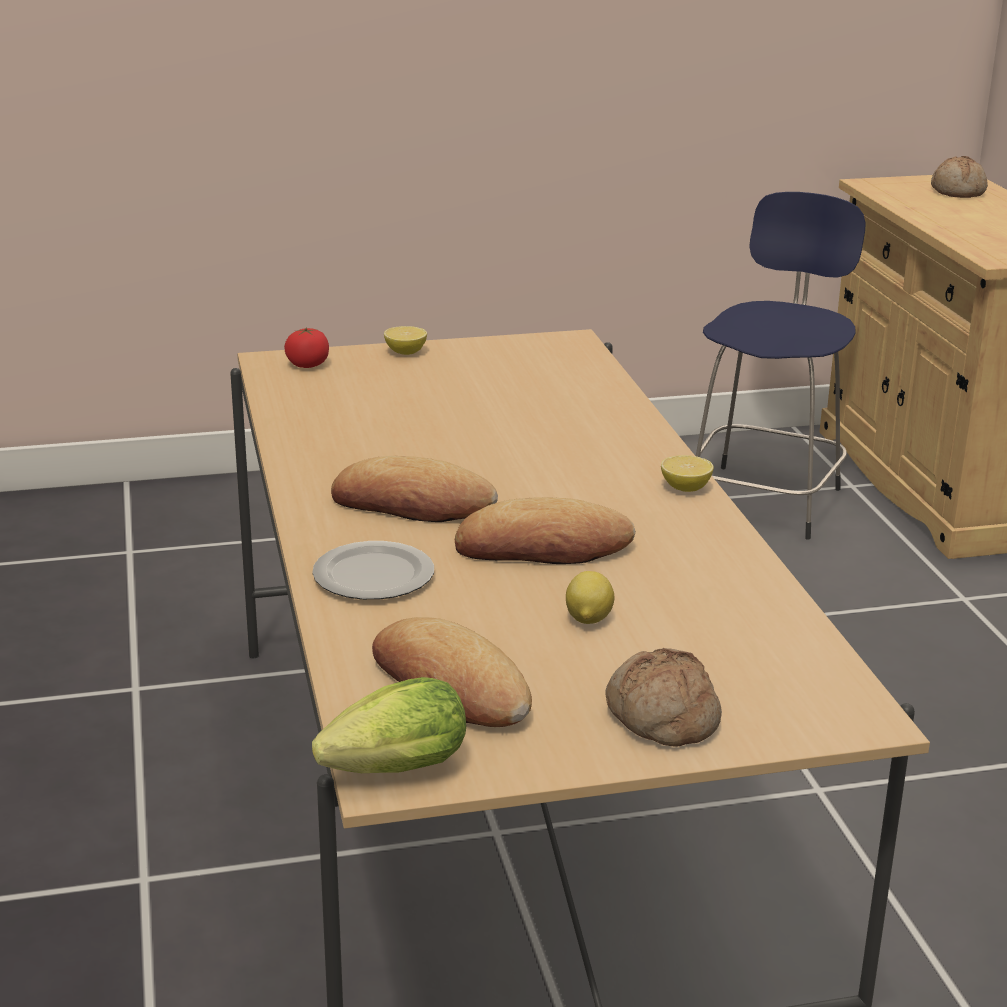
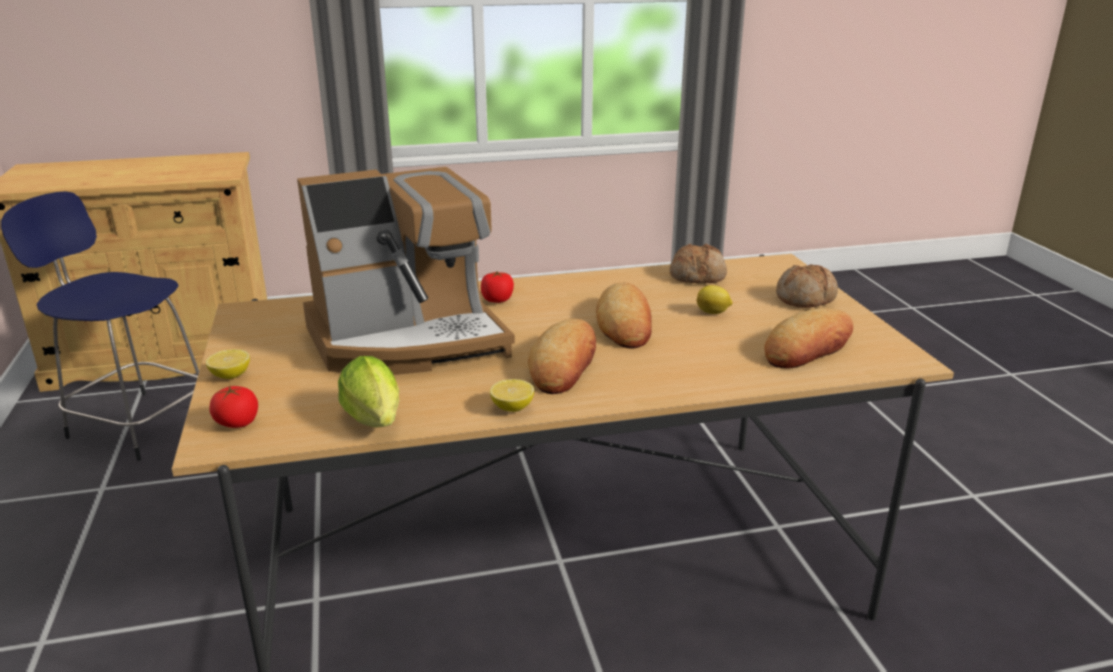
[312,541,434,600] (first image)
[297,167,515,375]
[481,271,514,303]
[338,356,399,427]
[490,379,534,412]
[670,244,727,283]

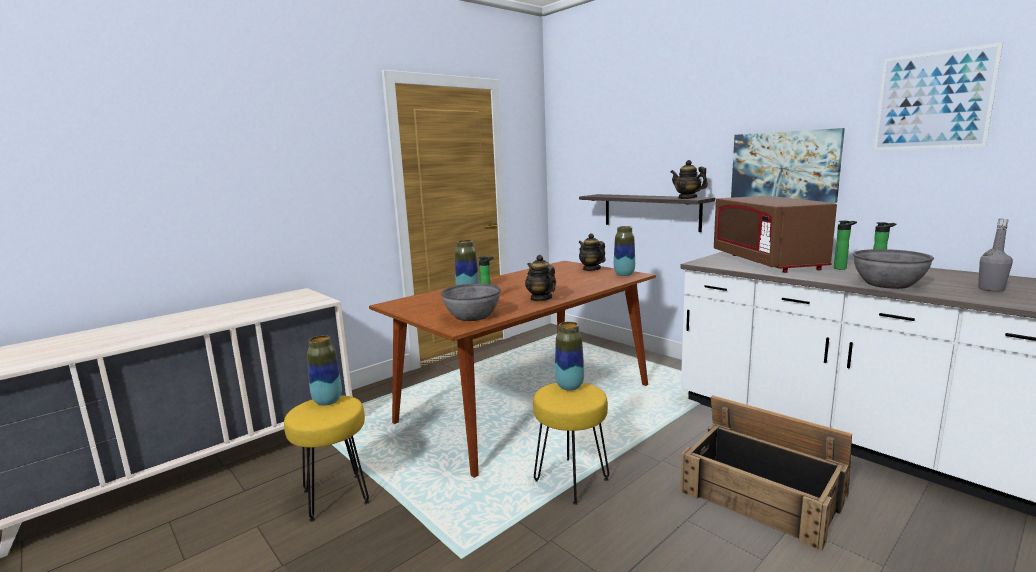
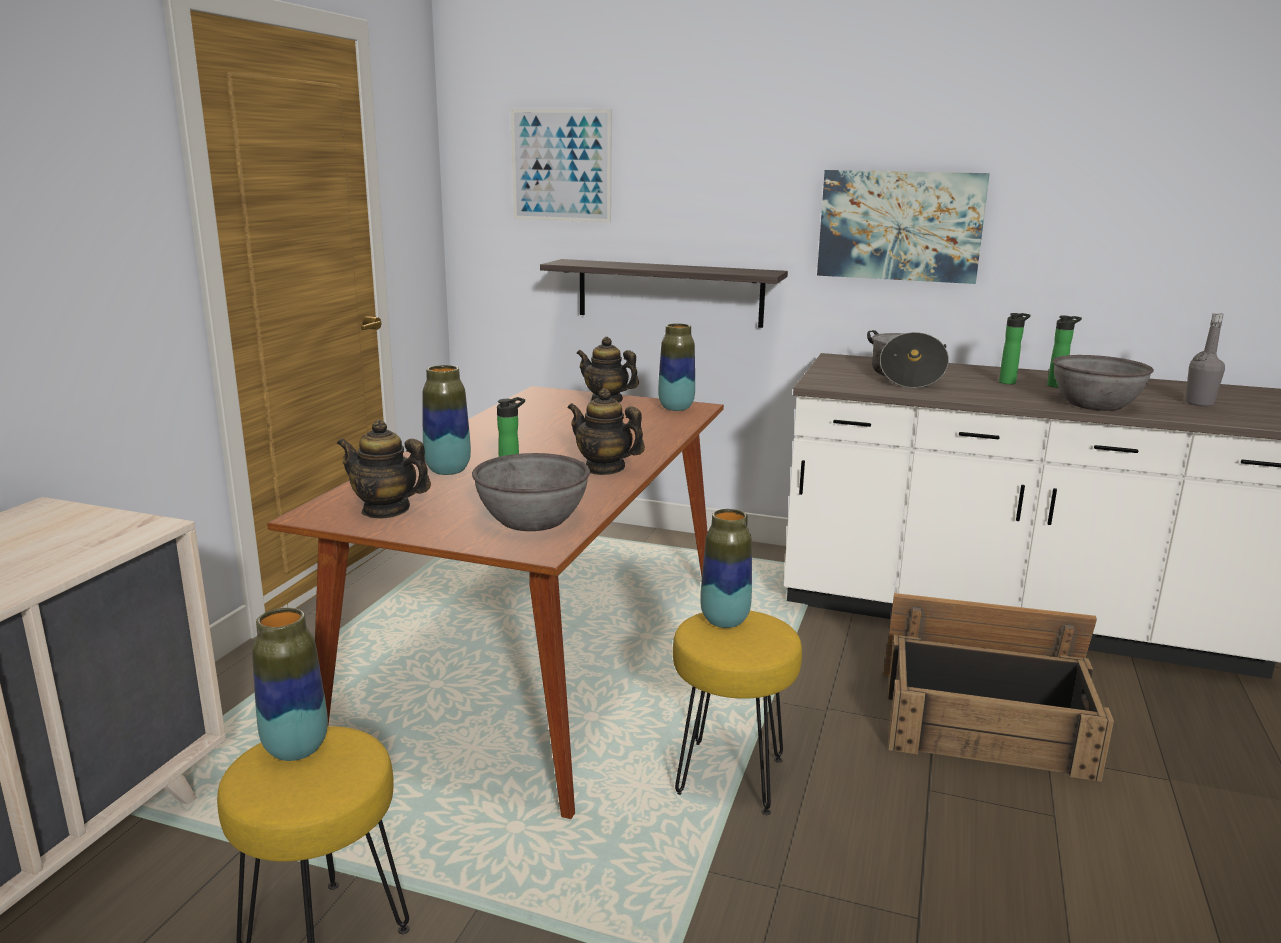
[337,420,431,519]
[511,109,612,223]
[867,330,949,388]

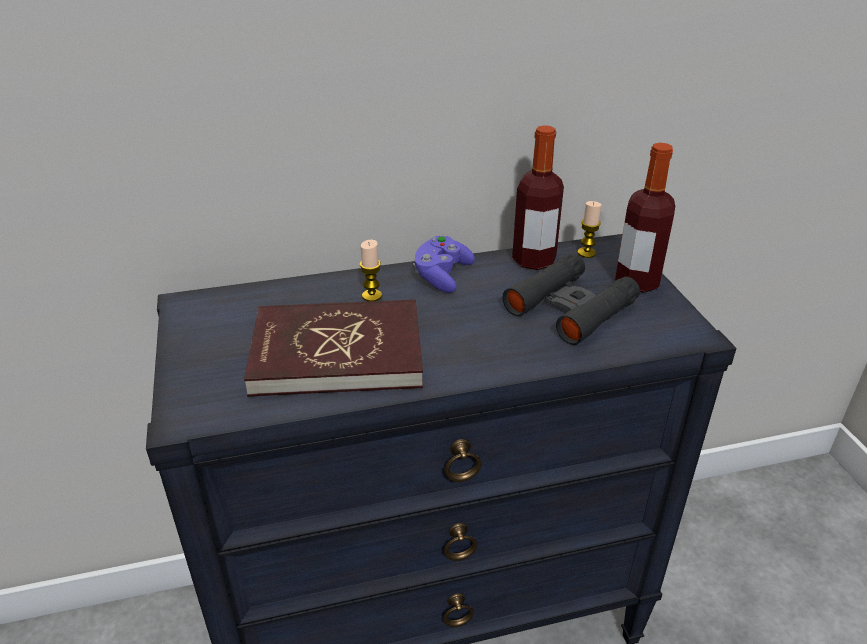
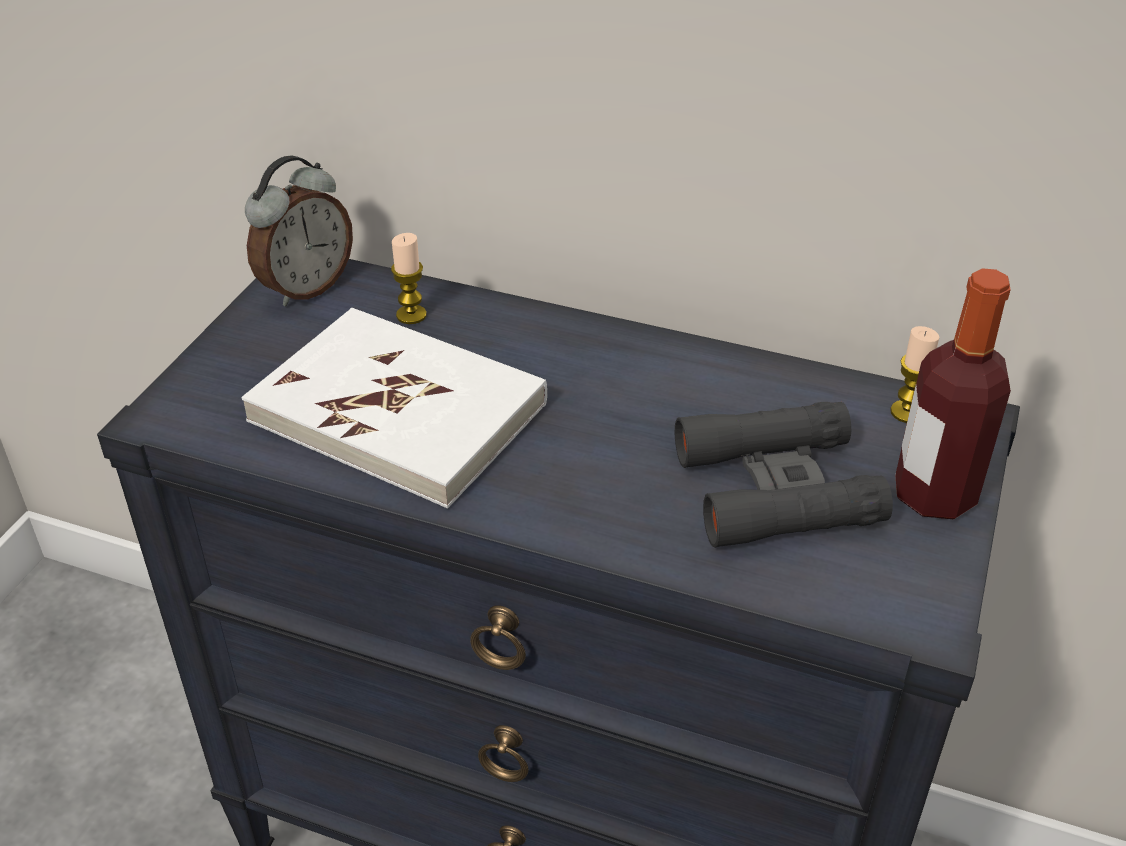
[413,235,475,293] (first image)
[512,125,564,270] (first image)
[245,155,353,306]
[391,233,427,324]
[242,308,547,509]

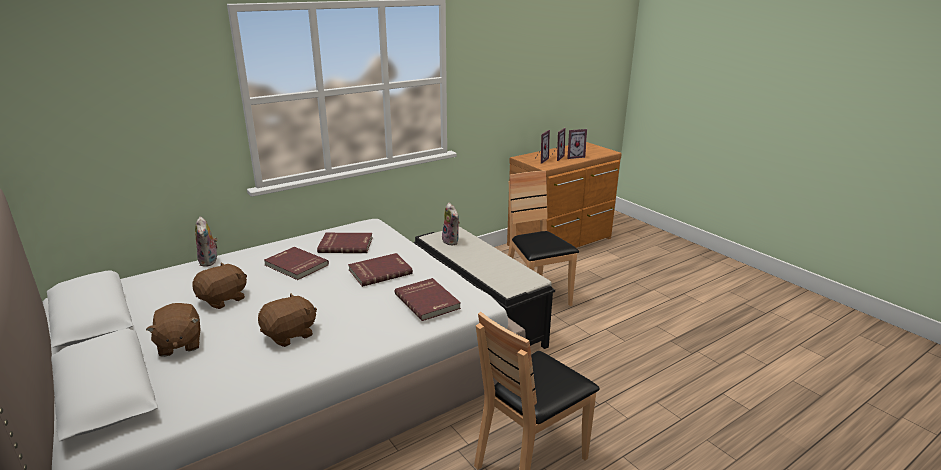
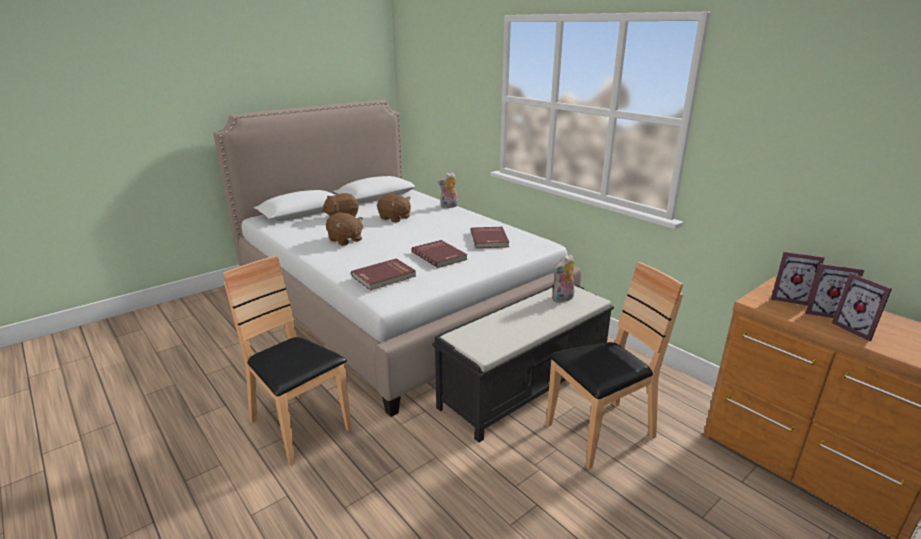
[264,247,329,280] (first image)

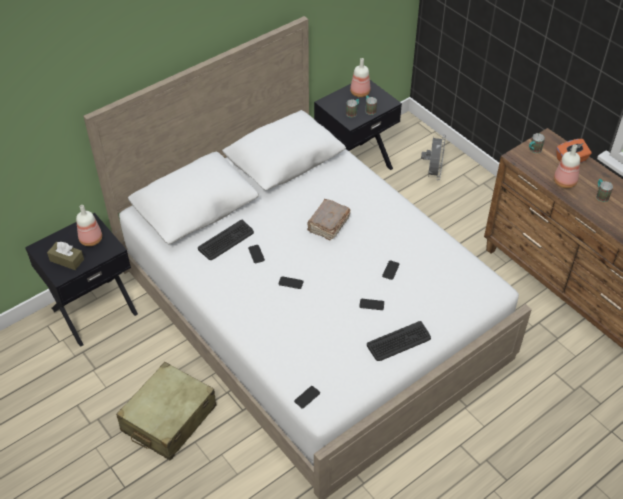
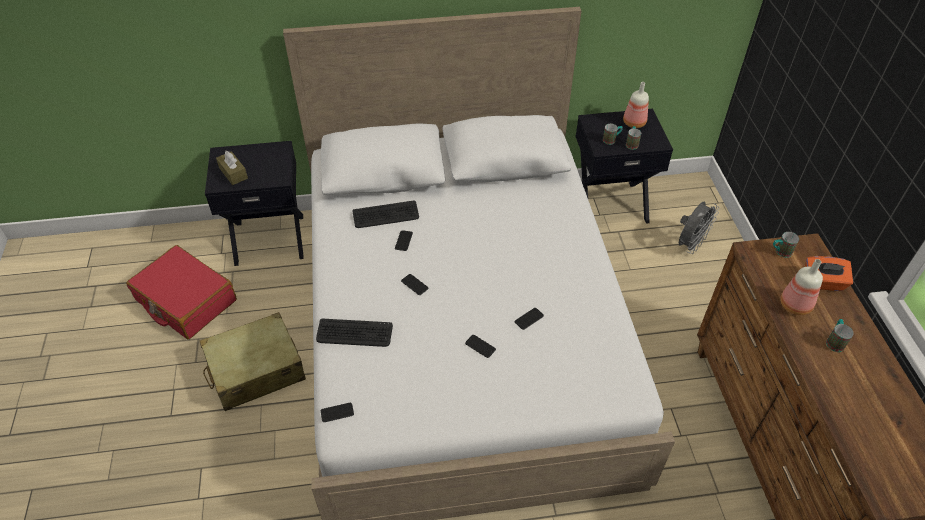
[76,205,102,246] (first image)
[307,199,351,241] (first image)
[126,245,237,339]
[316,319,393,347]

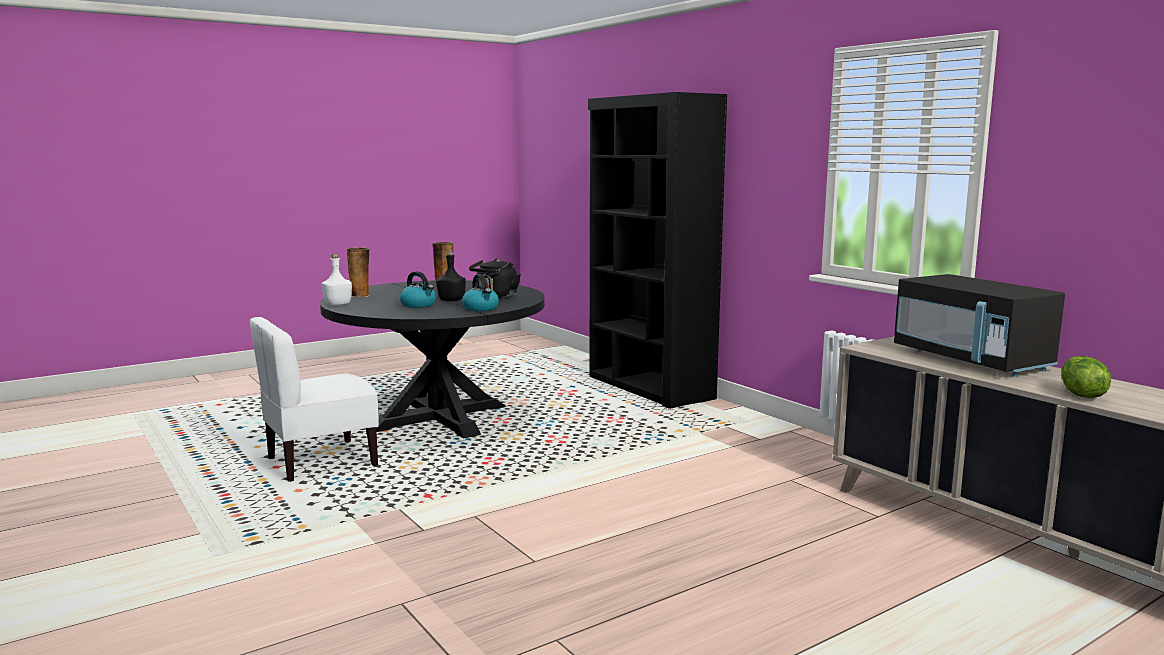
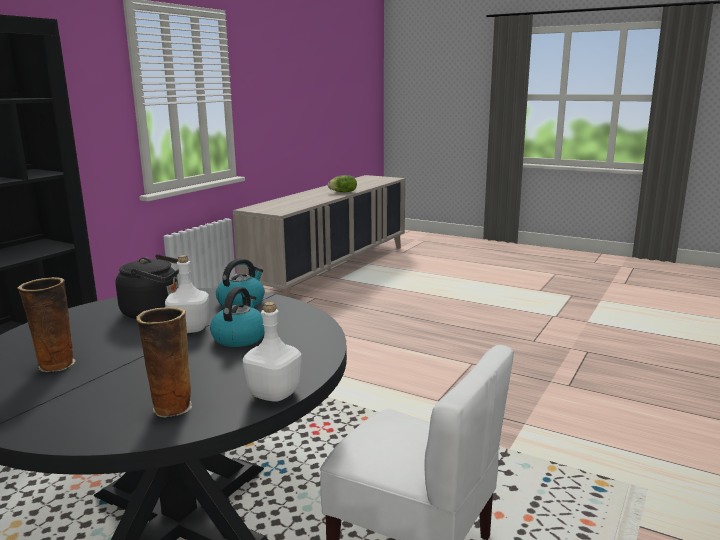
[894,274,1065,377] (first image)
[165,255,209,333]

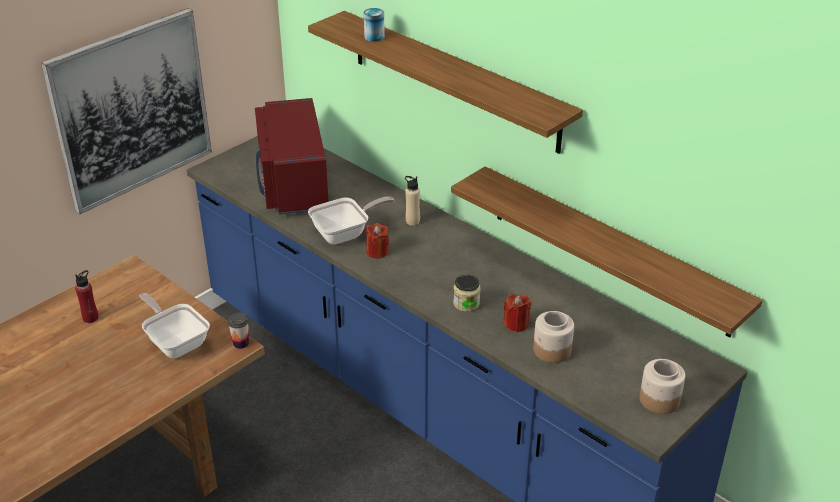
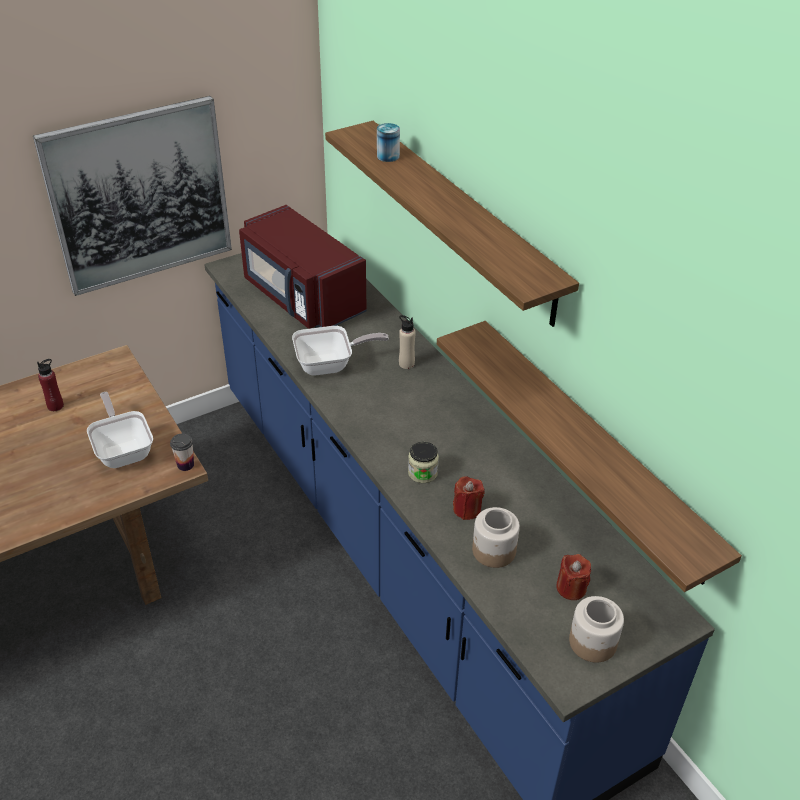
[556,554,591,600]
[239,205,367,329]

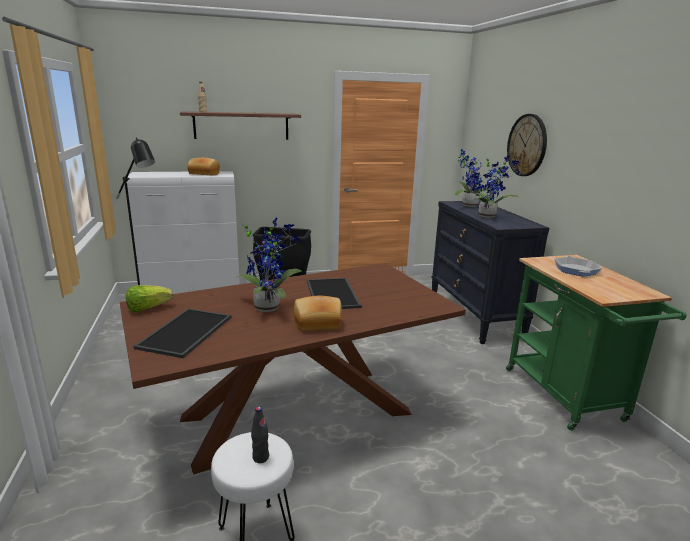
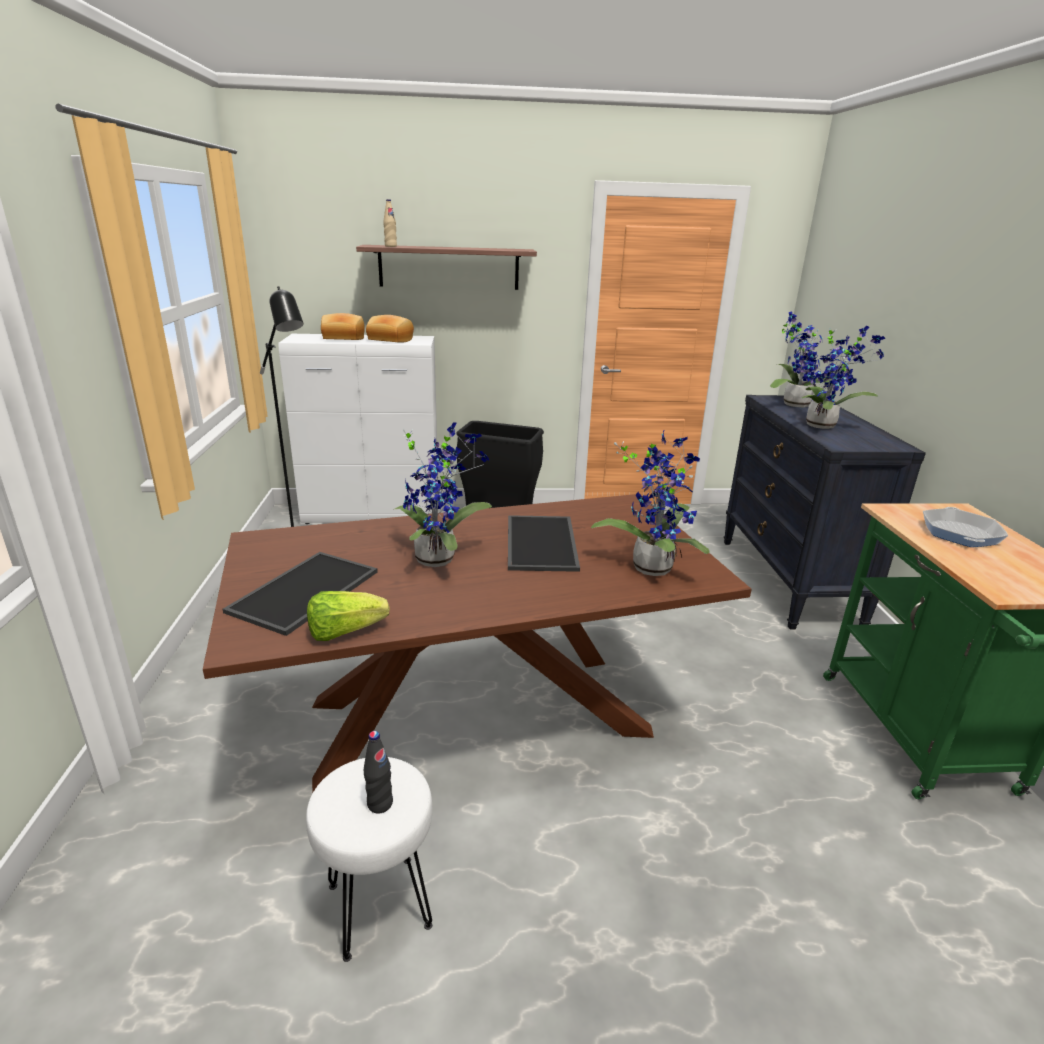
[507,114,547,176] (first image)
[591,429,710,576]
[307,591,390,641]
[321,313,365,340]

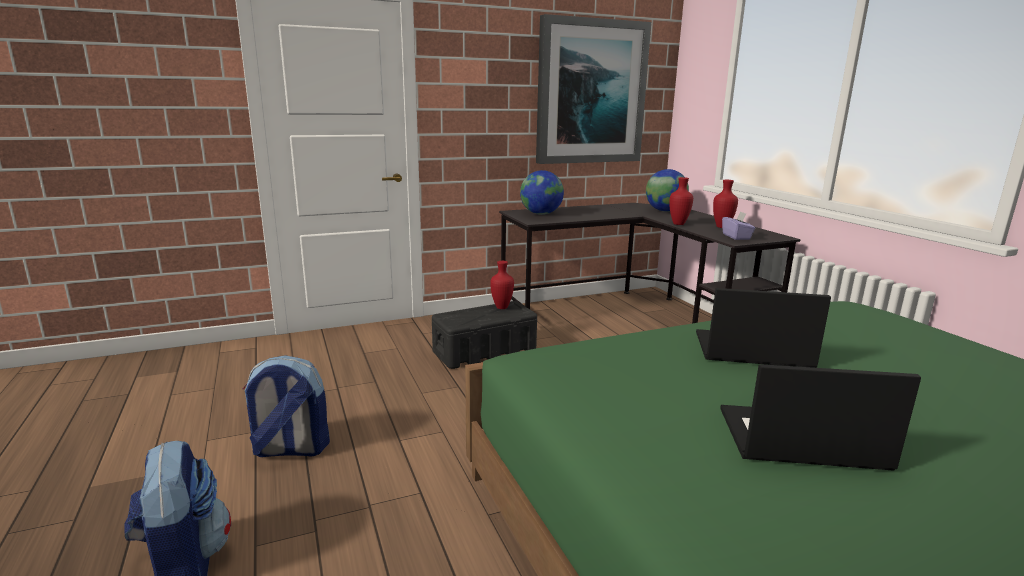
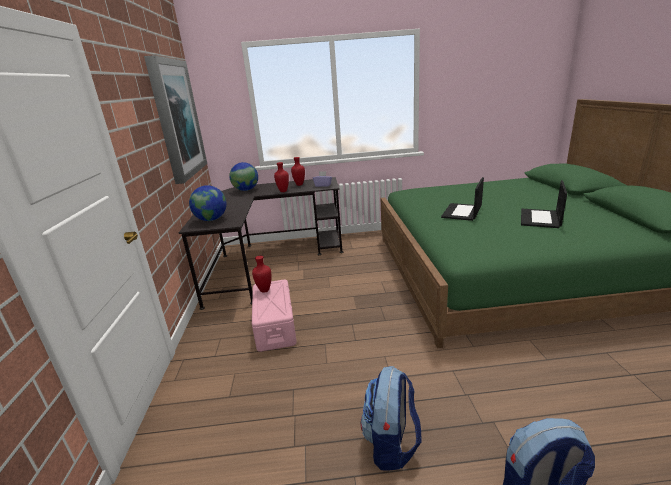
[252,279,297,352]

